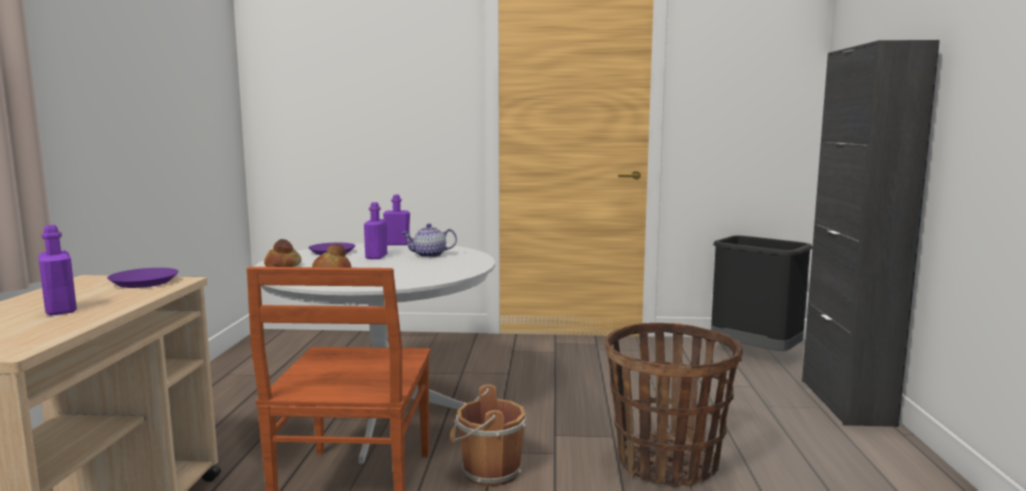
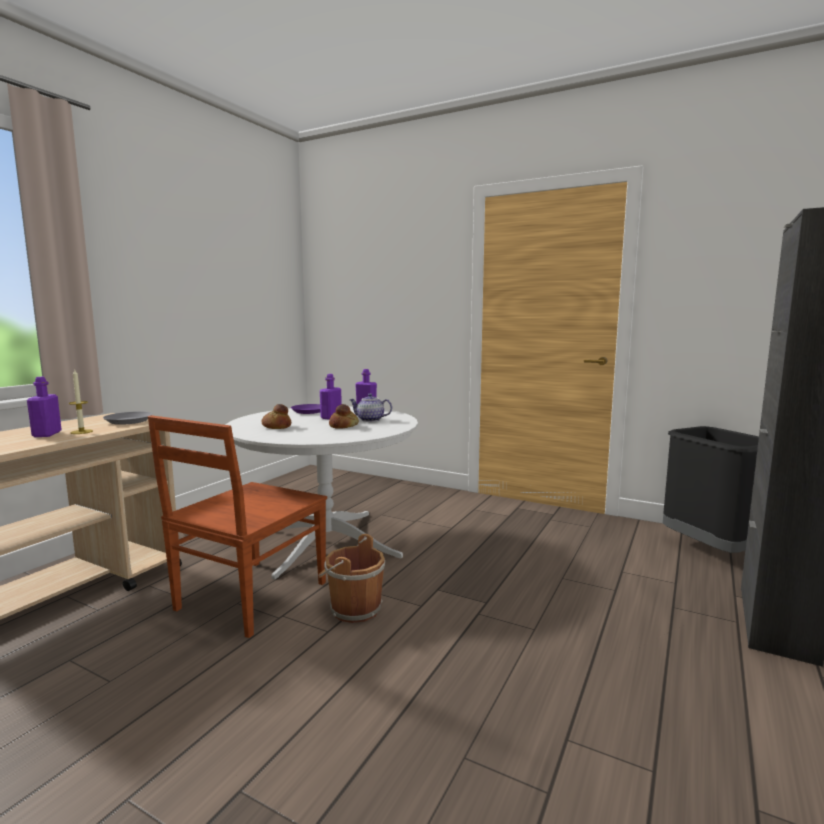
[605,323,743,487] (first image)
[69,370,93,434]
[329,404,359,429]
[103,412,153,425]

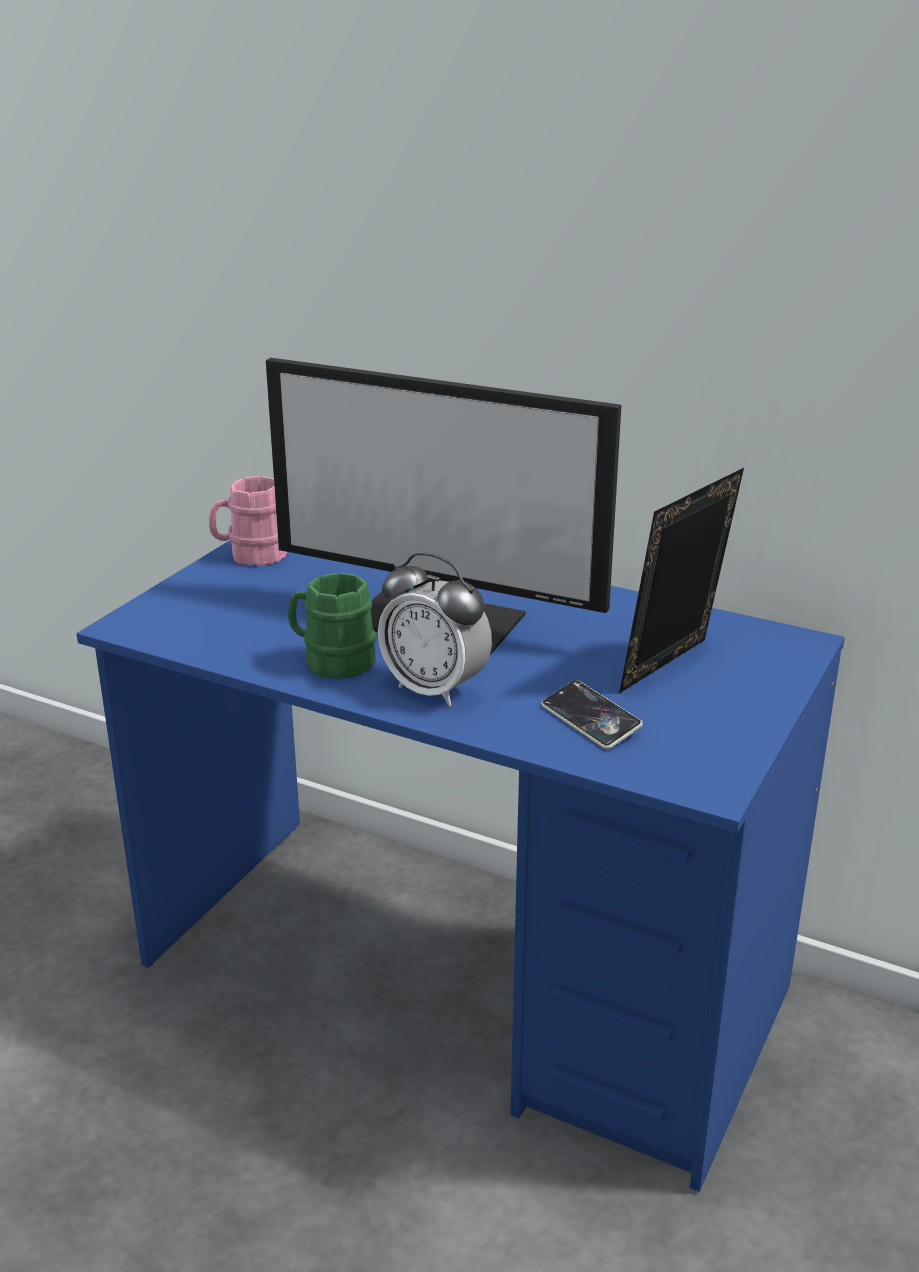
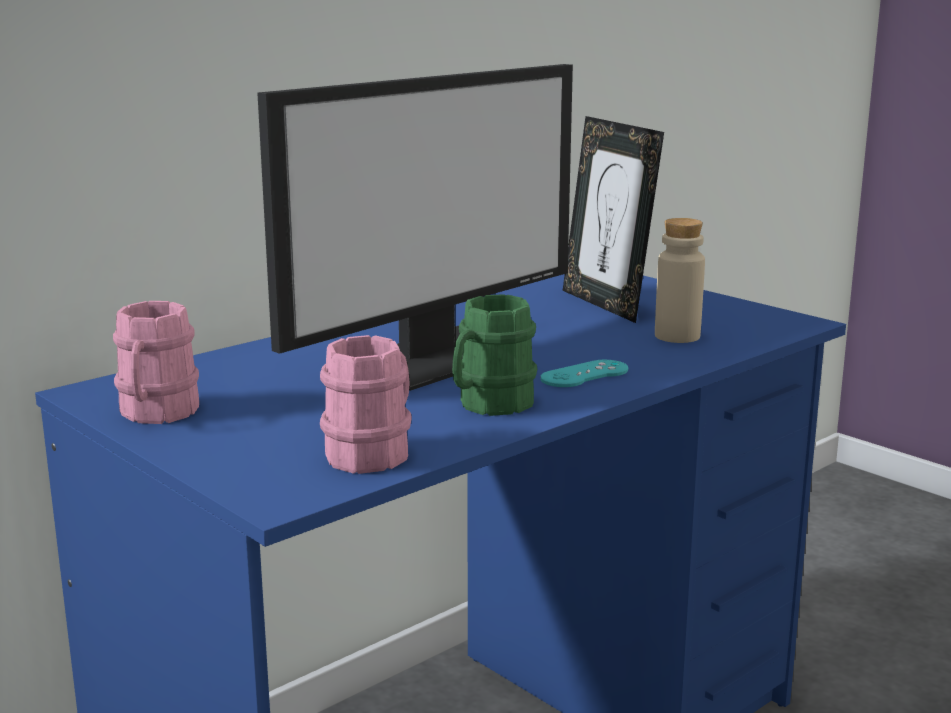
[320,335,412,474]
[540,360,628,387]
[655,218,705,343]

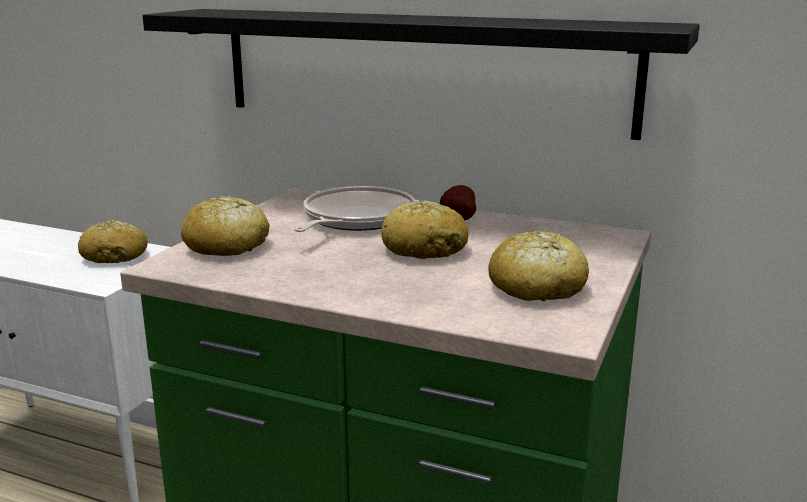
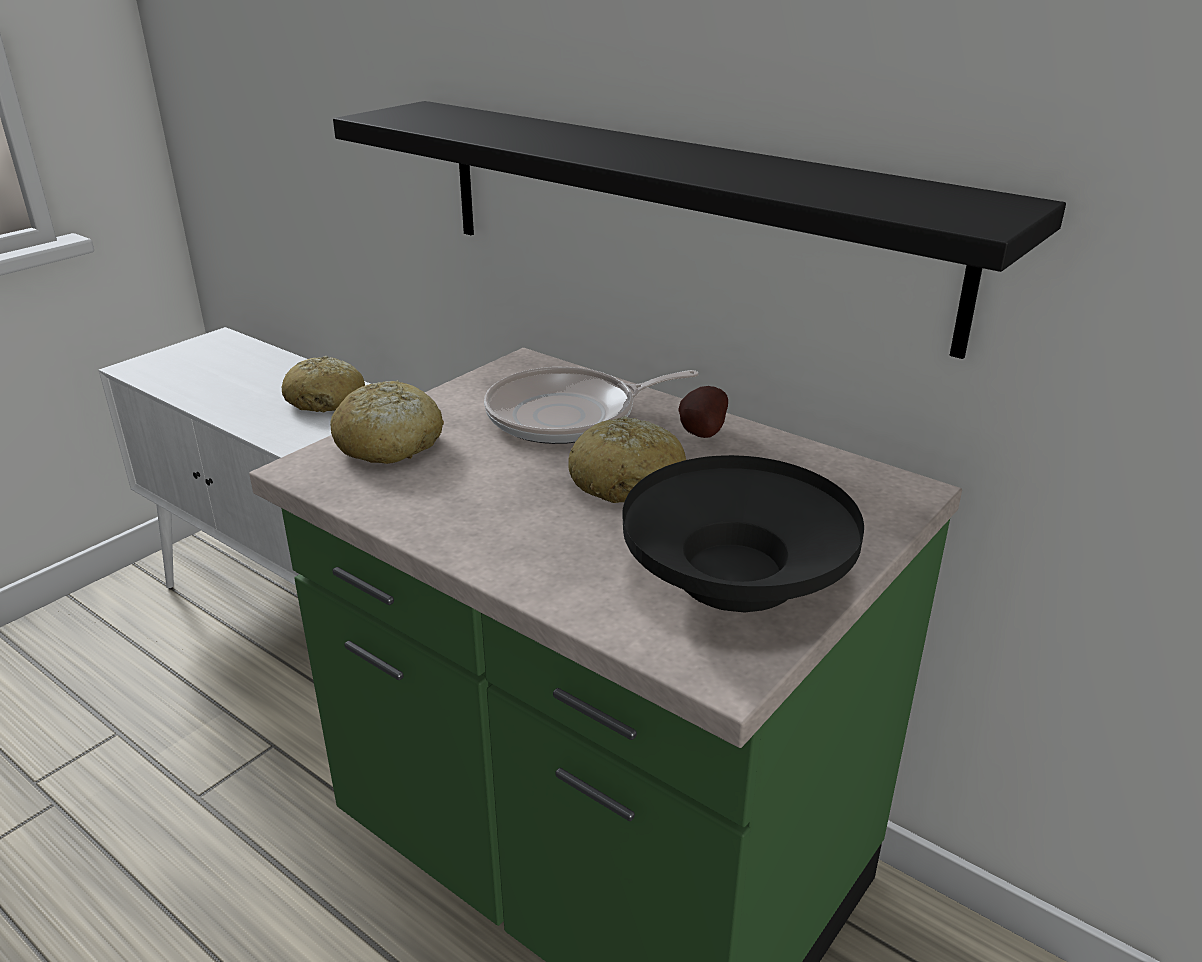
[622,455,864,613]
[484,367,699,444]

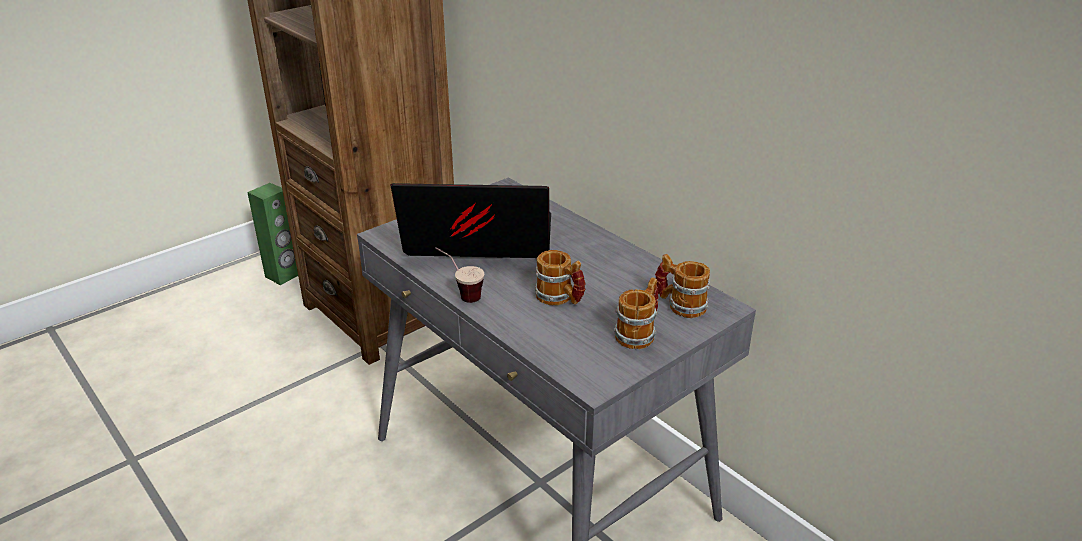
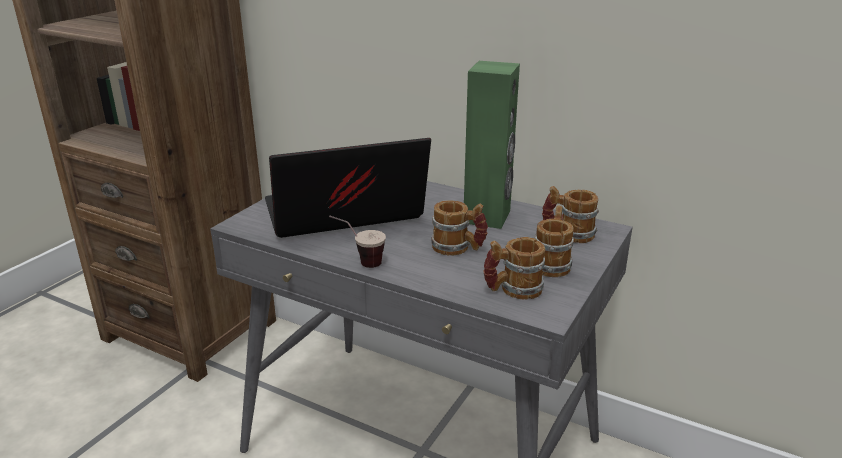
[484,237,545,299]
[464,61,520,229]

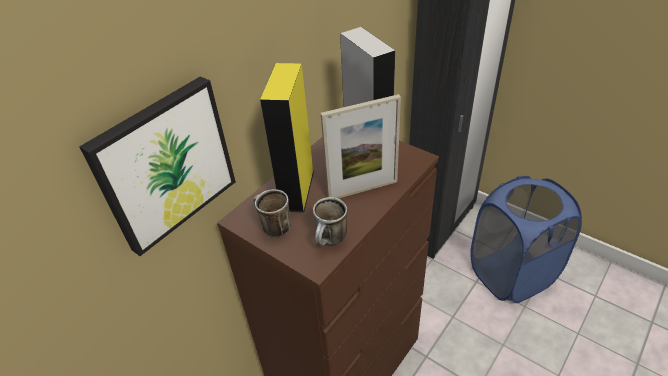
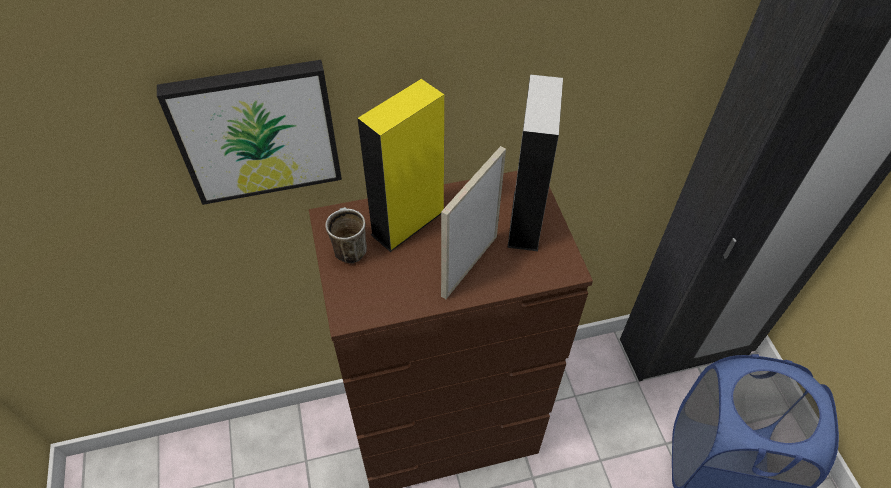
[313,197,347,246] (first image)
[441,146,506,299]

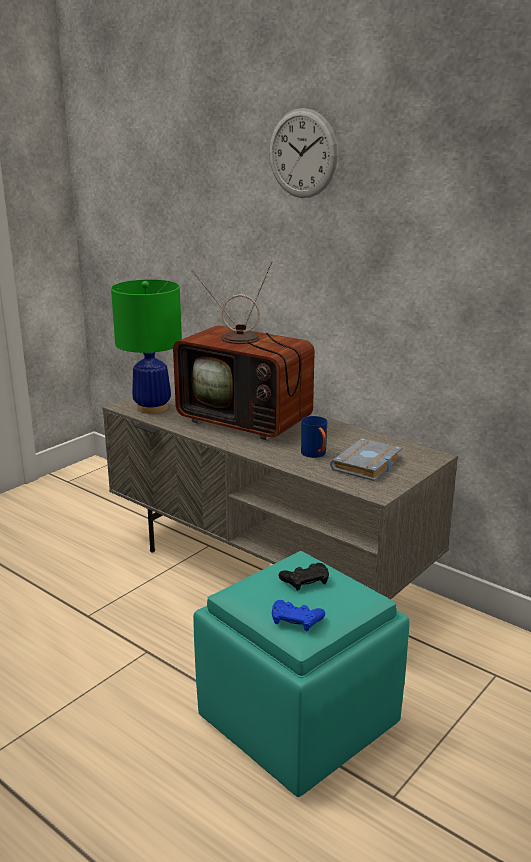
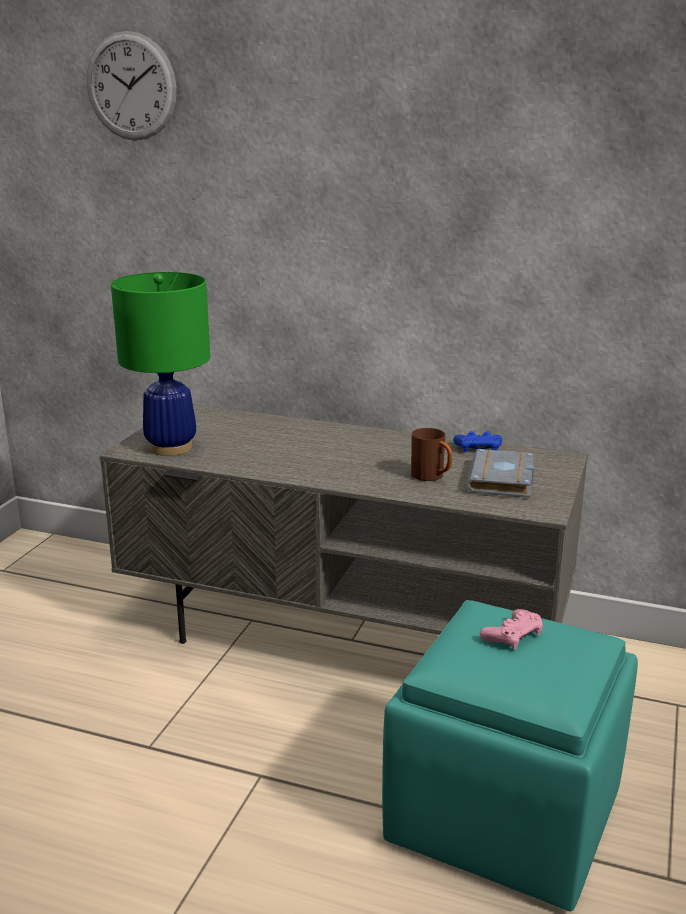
[173,261,315,440] (first image)
[87,31,177,141]
[453,431,502,452]
[480,609,543,649]
[411,428,452,481]

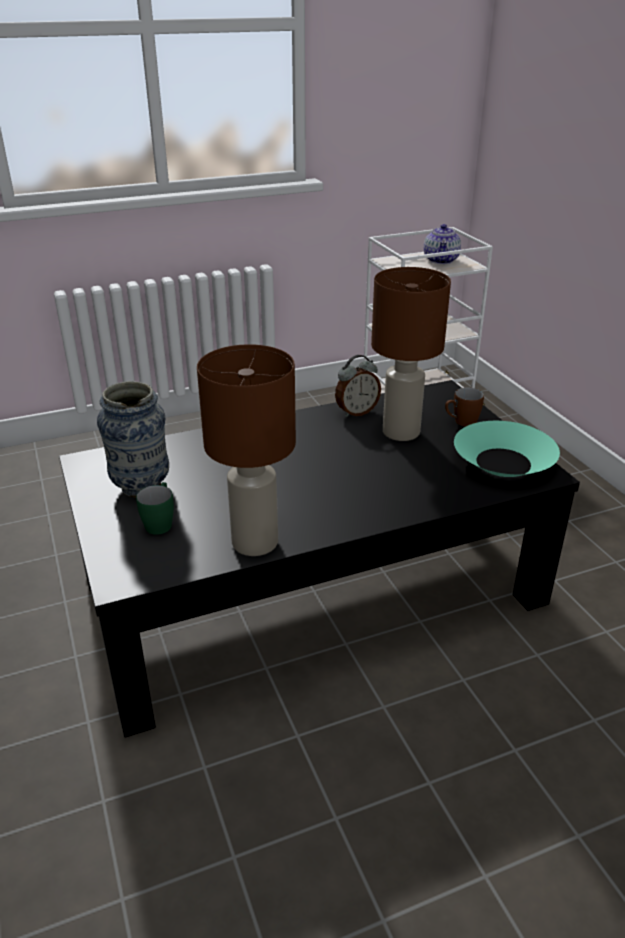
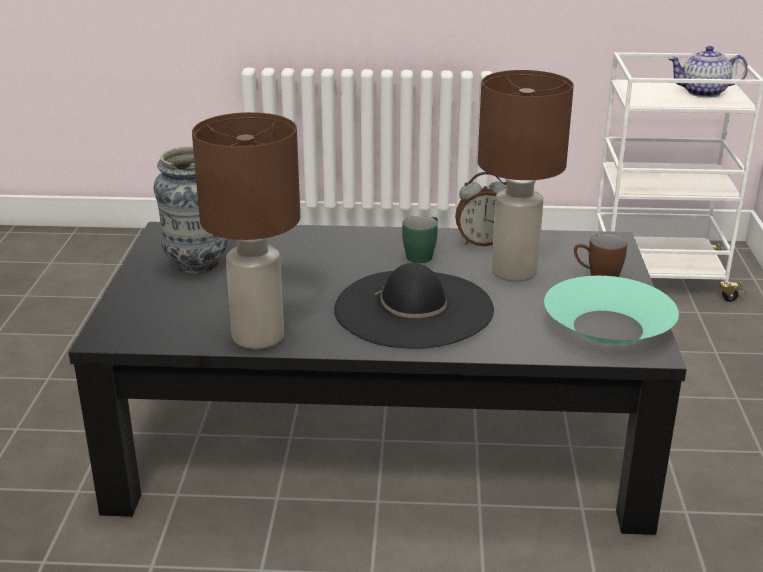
[334,263,494,349]
[402,216,438,263]
[668,46,748,97]

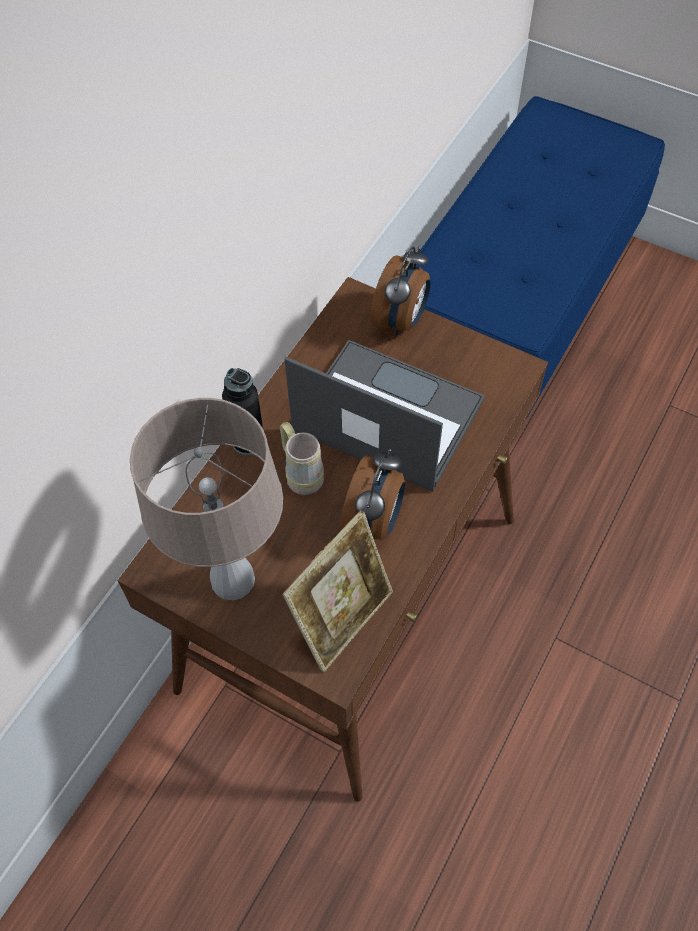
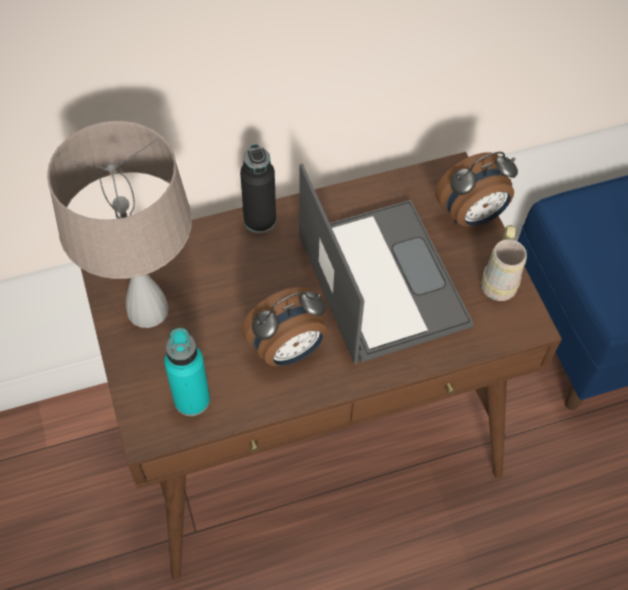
[481,225,527,301]
[164,328,210,416]

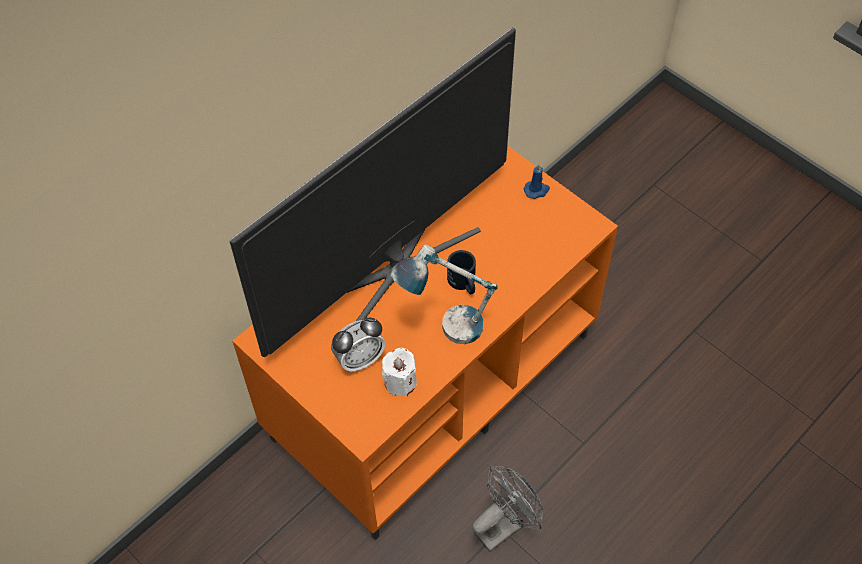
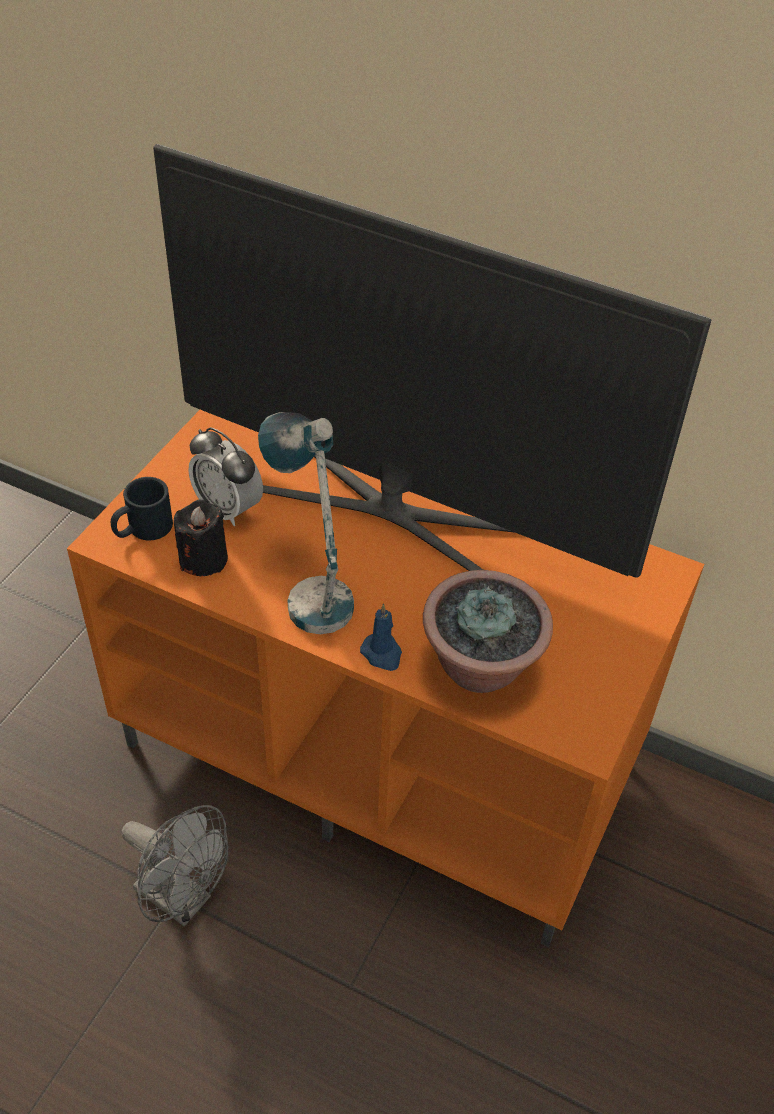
[423,570,553,693]
[111,477,173,540]
[360,604,402,671]
[174,500,228,576]

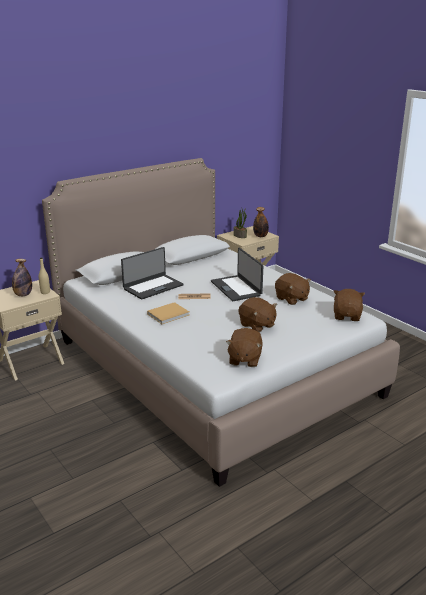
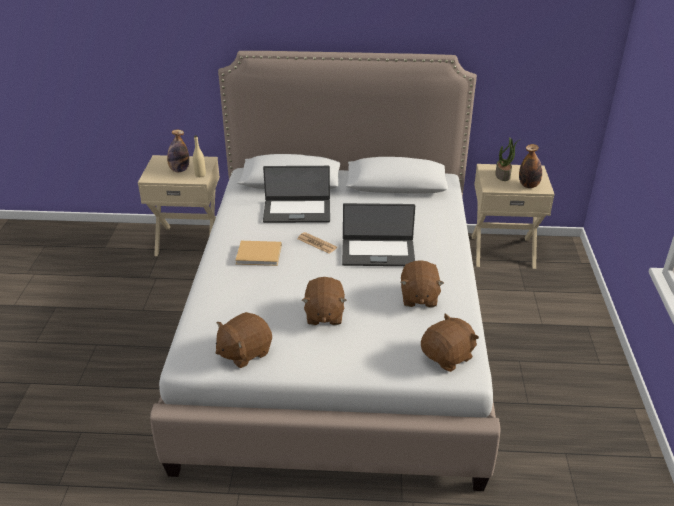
[342,203,415,266]

